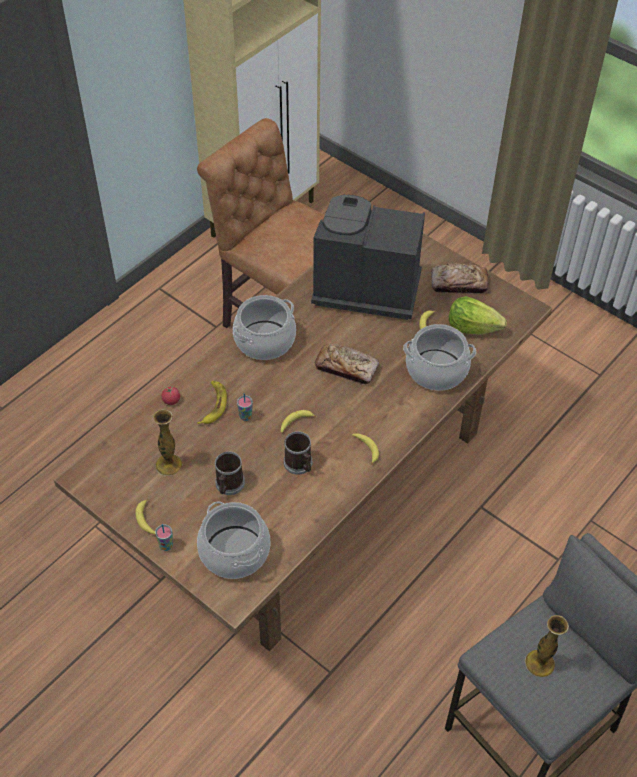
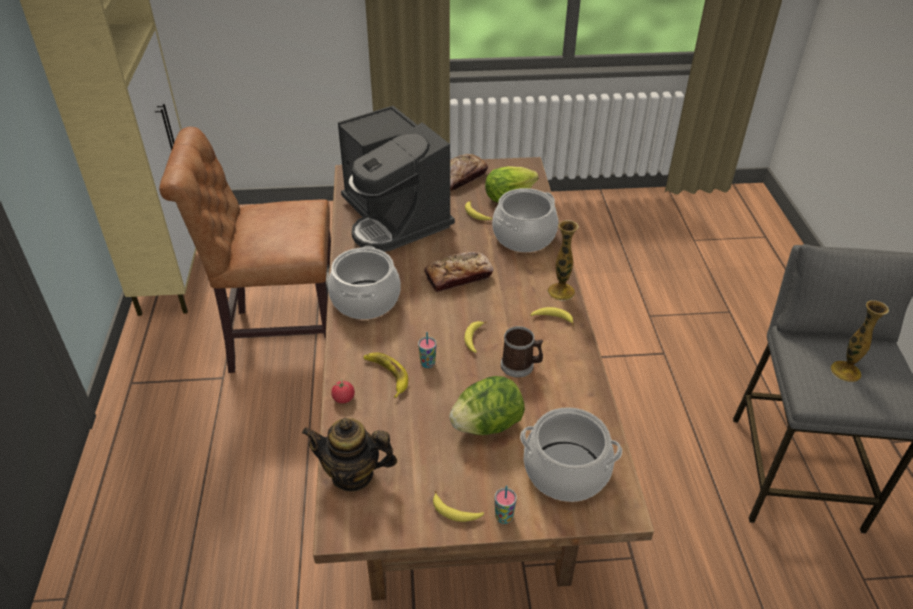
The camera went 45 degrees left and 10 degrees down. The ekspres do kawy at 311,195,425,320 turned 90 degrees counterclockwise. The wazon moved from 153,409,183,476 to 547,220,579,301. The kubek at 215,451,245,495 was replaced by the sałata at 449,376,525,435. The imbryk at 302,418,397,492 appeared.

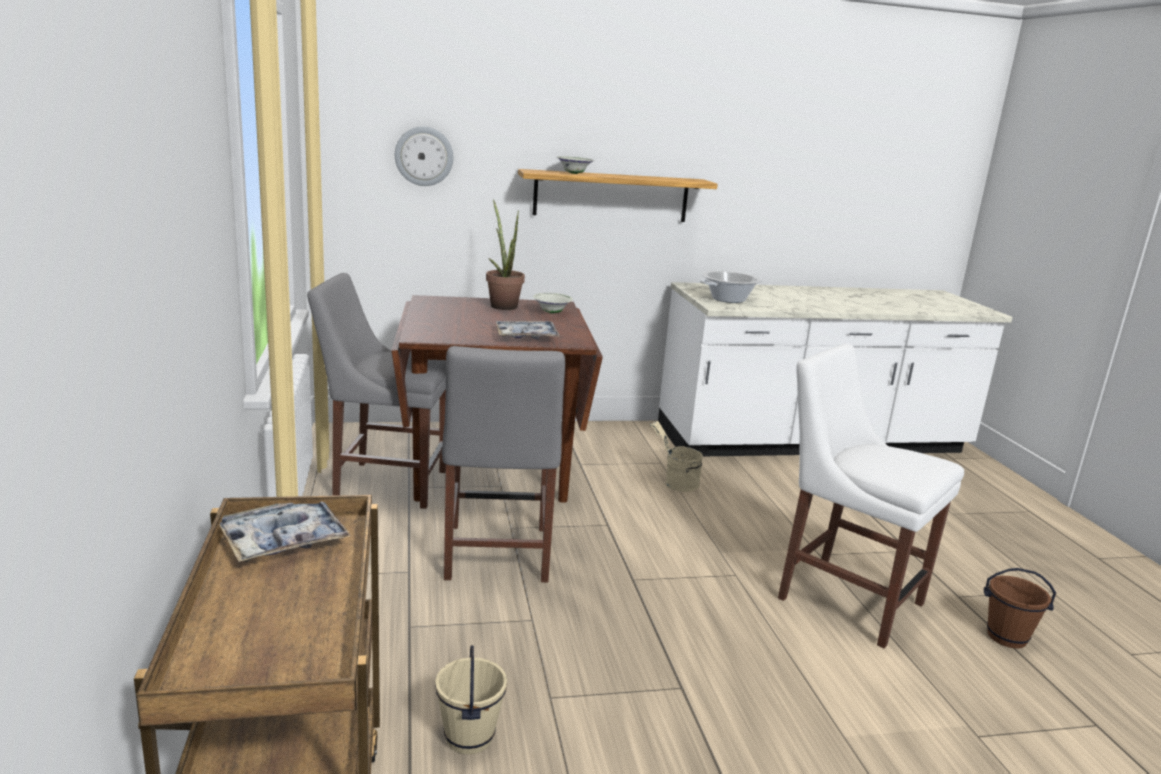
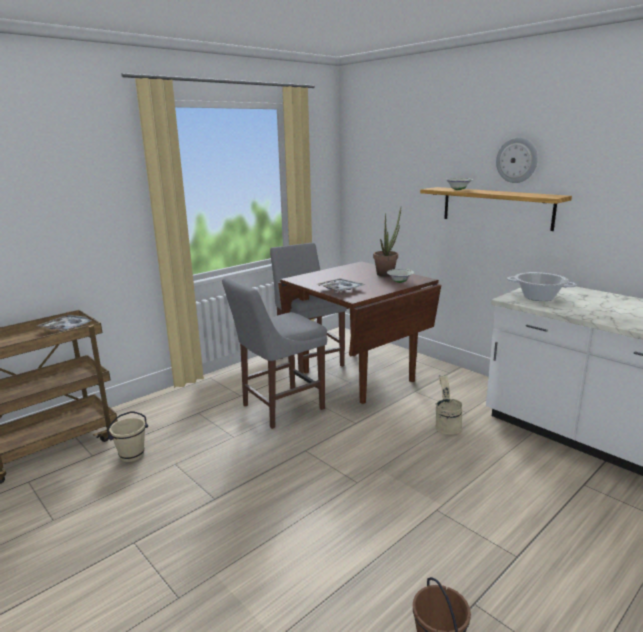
The camera went 60 degrees right and 0 degrees up. The zegar ścienny moved from 395,126,453,186 to 496,138,538,183. The krzesło/biały at 778,344,964,648 disappeared.

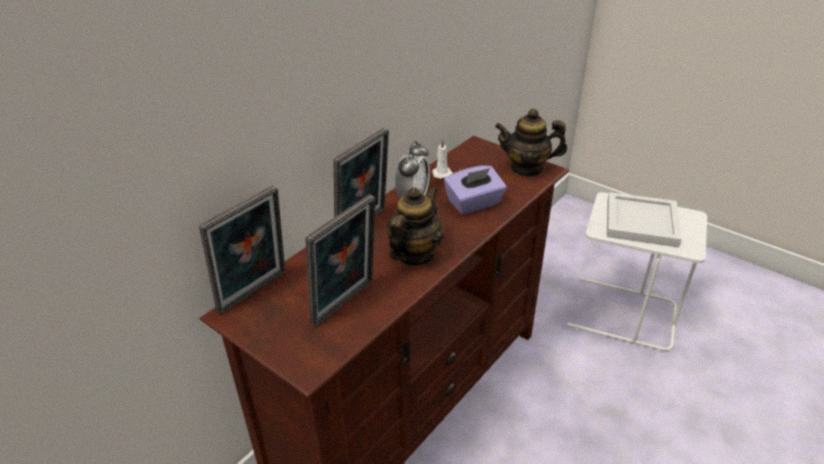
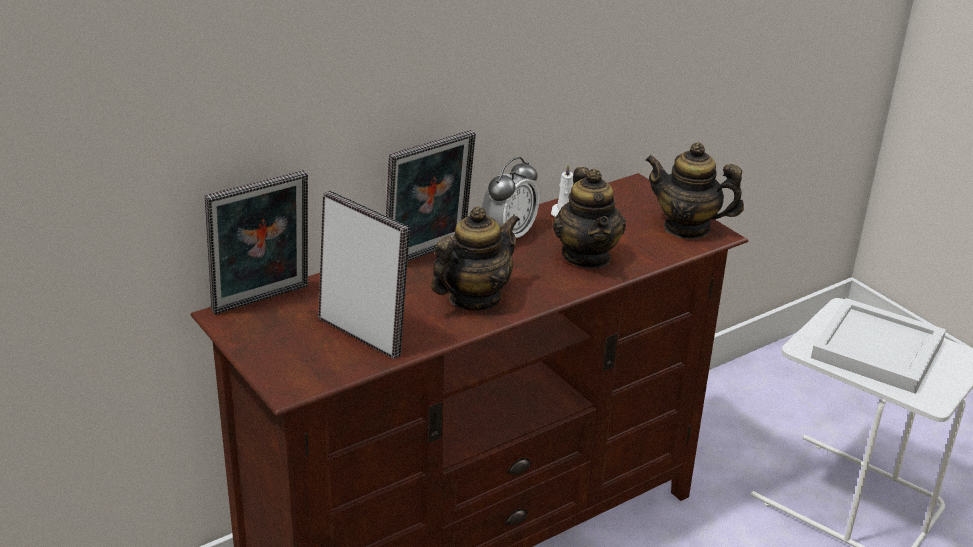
The camera went 15 degrees right and 5 degrees down. The pudełko chusteczek/fioletowy at 444,165,507,214 was replaced by the imbryk at 553,167,626,269. The ramka na zdjęcie at 305,194,376,327 turned 105 degrees counterclockwise.

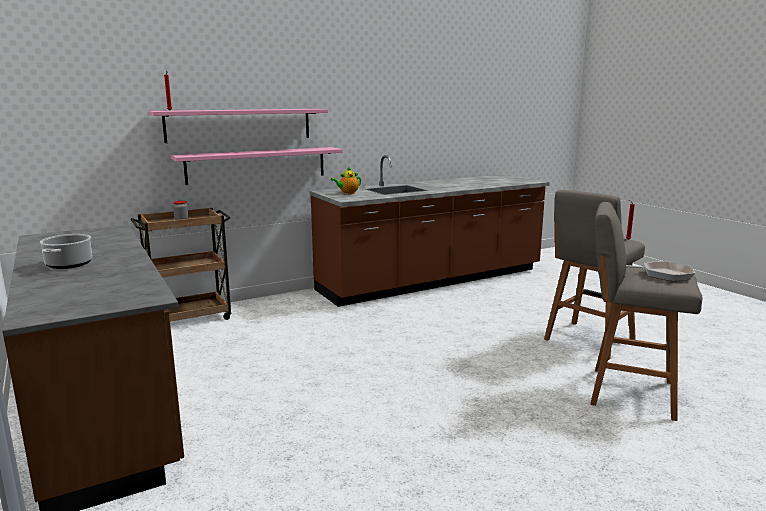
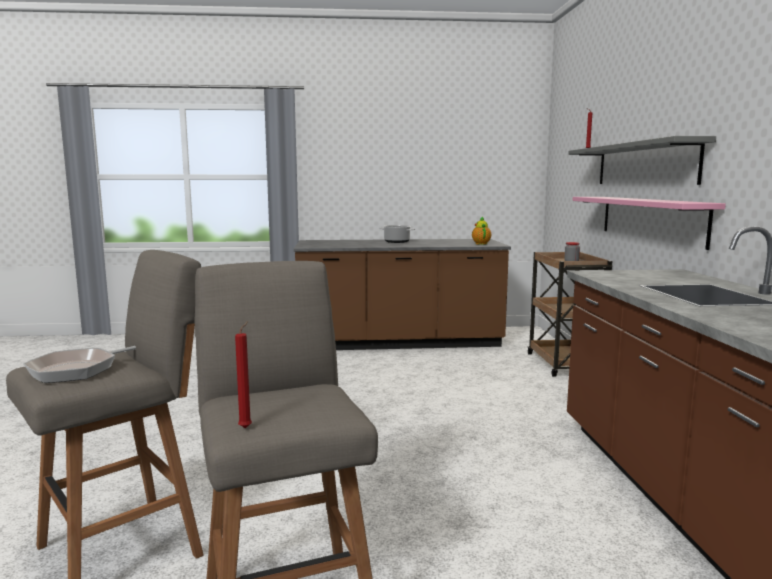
The camera went 115 degrees right and 5 degrees down. The półka/różowy at 149,109,328,143 became the półka/szary at 568,136,716,185. The imbryk moved from 331,166,361,194 to 472,217,491,245.

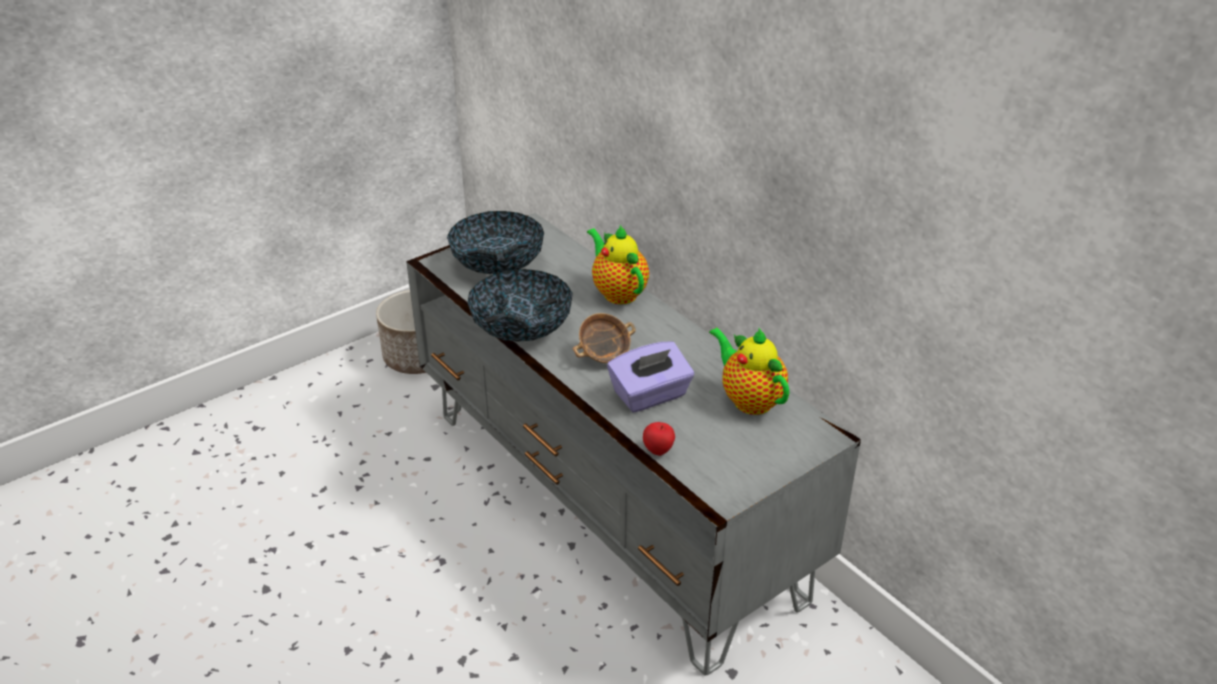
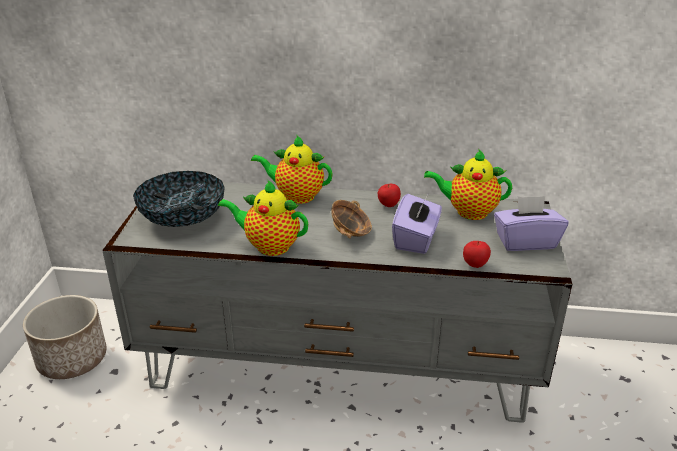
The camera went 45 degrees left and 5 degrees down. The miska at 467,269,573,342 was replaced by the imbryk at 218,180,308,256. The jabłko at 378,184,401,207 appeared. The pudełko chusteczek/fioletowy at 494,196,569,251 appeared.

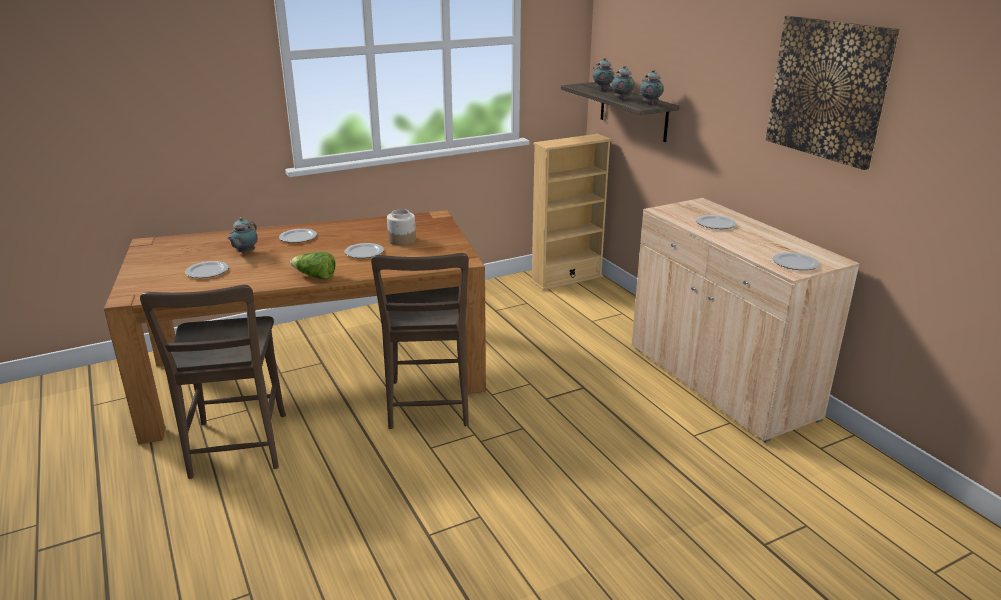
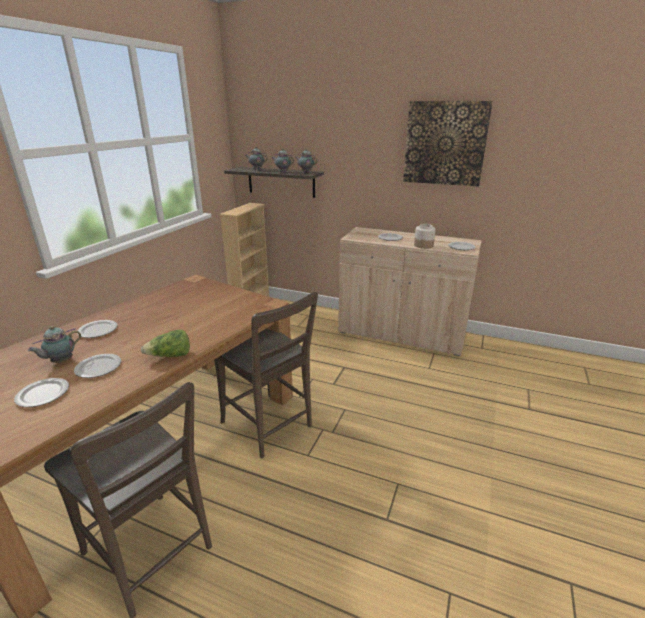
The camera went 40 degrees left and 0 degrees up. The słoik moved from 387,209,416,245 to 414,224,436,249. The imbryk at 227,217,258,254 turned 60 degrees clockwise. The talerz moved from 344,243,384,258 to 74,354,121,378.

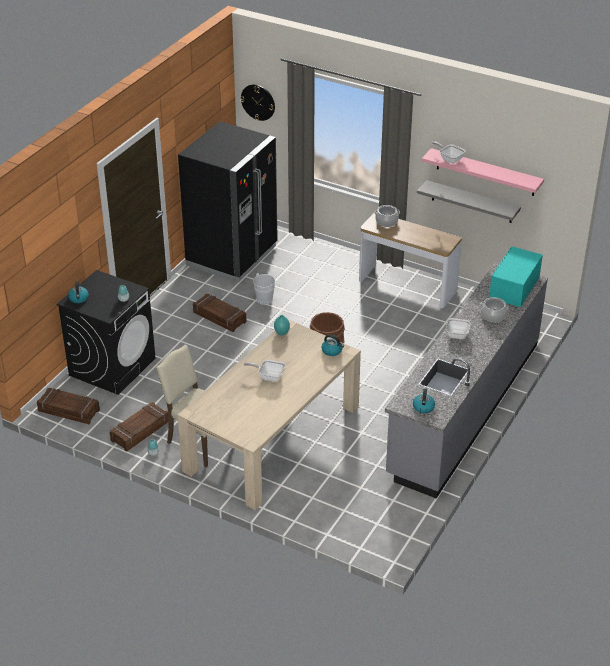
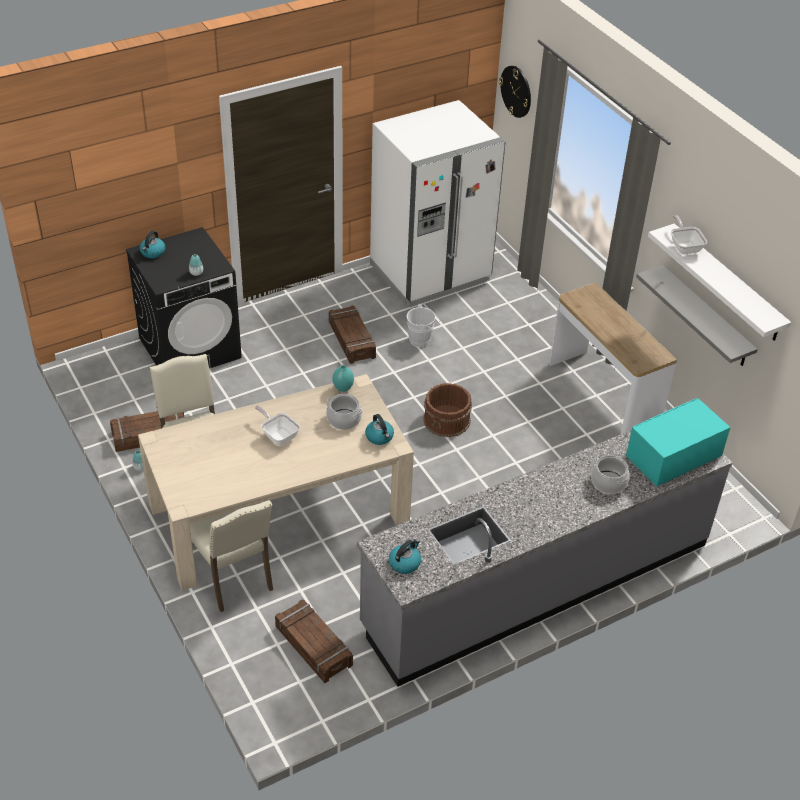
The camera went 30 degrees right and 5 degrees up. The lodówka/czarny at 178,121,278,282 became the lodówka/biały at 370,100,505,307. The półka/różowy at 421,148,544,196 became the półka/biały at 648,223,791,341. The garnek moved from 374,205,400,227 to 326,394,362,430. The patelnia at 446,309,470,339 disappeared. The skrzynka moved from 37,388,100,424 to 275,600,353,683. The krzesło/beżowy at 189,500,273,612 appeared.

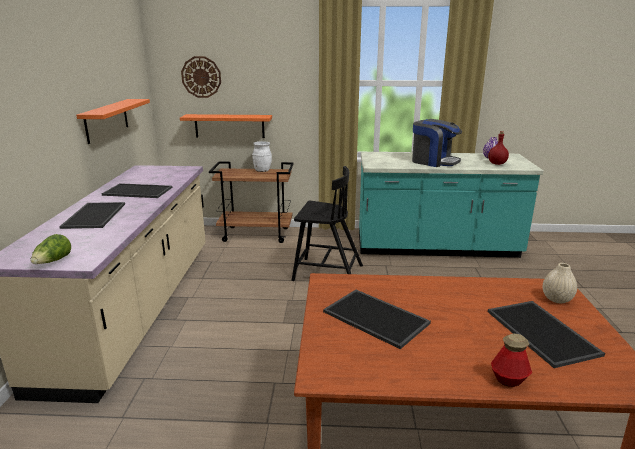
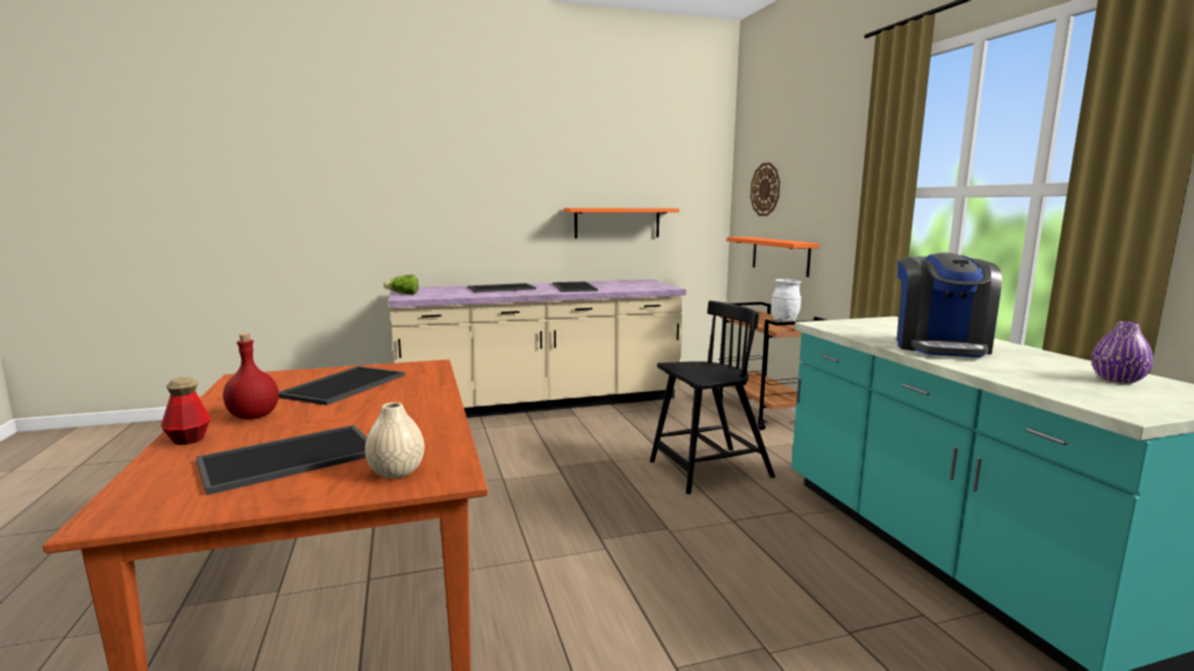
The camera went 70 degrees right and 10 degrees down. The butelka/czerwony moved from 488,131,509,165 to 223,334,279,419. The krzesło/czarny at 292,166,363,281 turned 105 degrees counterclockwise.

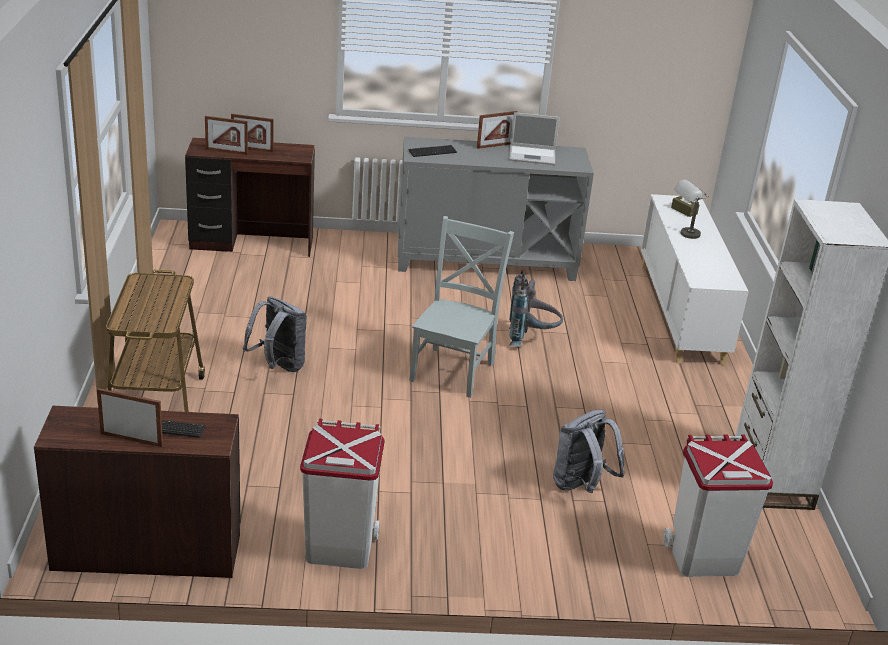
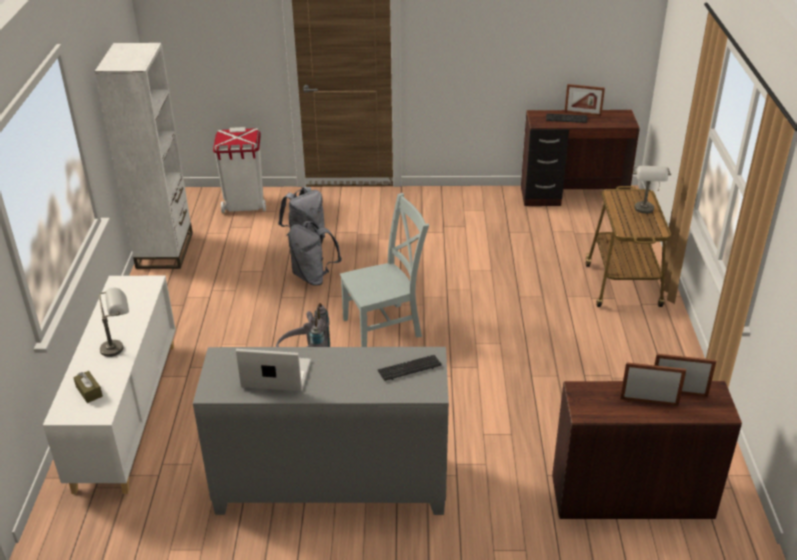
The camera went 175 degrees left and 5 degrees up. The ramka na zdjęcie at 477,111,518,149 disappeared. The krzesło/szary at 409,216,514,398 turned 135 degrees counterclockwise. The plecak/szary moved from 243,296,307,372 to 288,221,342,286. The kosz na śmieci/biały at 300,419,385,569 disappeared. The lampa stołowa/szary at 633,166,671,214 appeared.

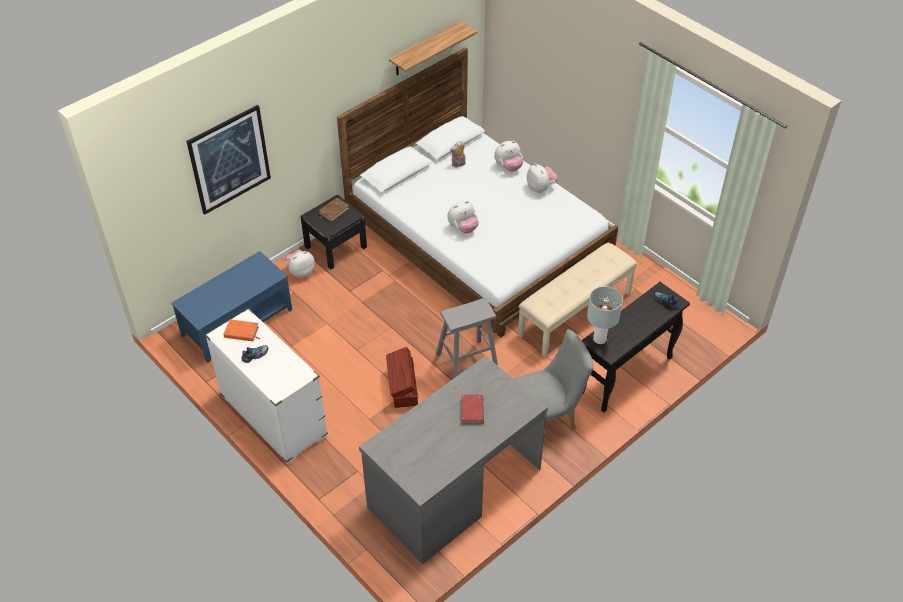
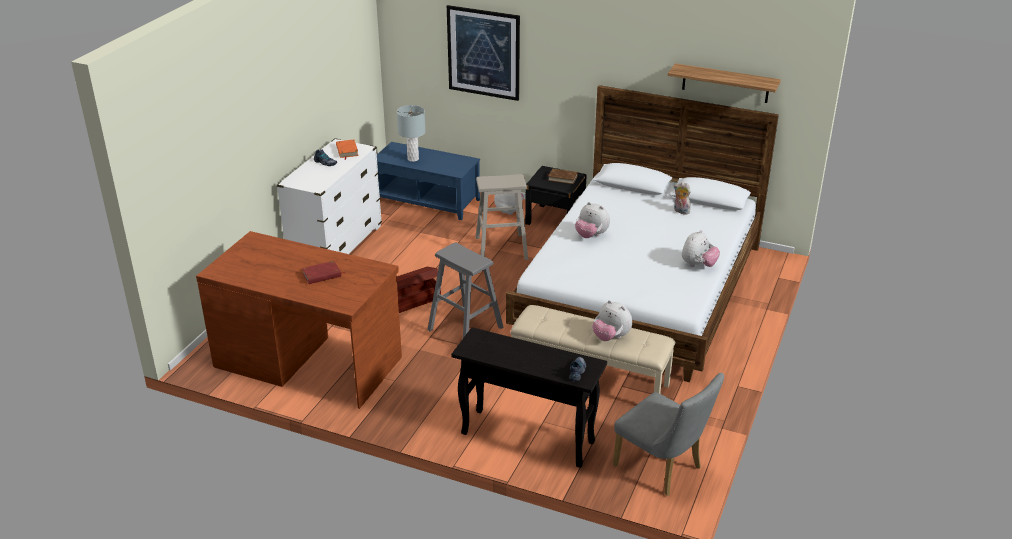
The camera went 65 degrees right and 15 degrees down. The pluszak moved from 494,141,523,172 to 592,300,632,341. The lampa stołowa/szary moved from 587,286,623,344 to 397,105,426,162. The krzesło/szary moved from 514,329,594,430 to 613,373,724,496. The biurko/szary at 359,356,548,564 became the biurko/brązowy at 196,231,402,409. The stołek/beżowy at 476,174,528,260 appeared.

